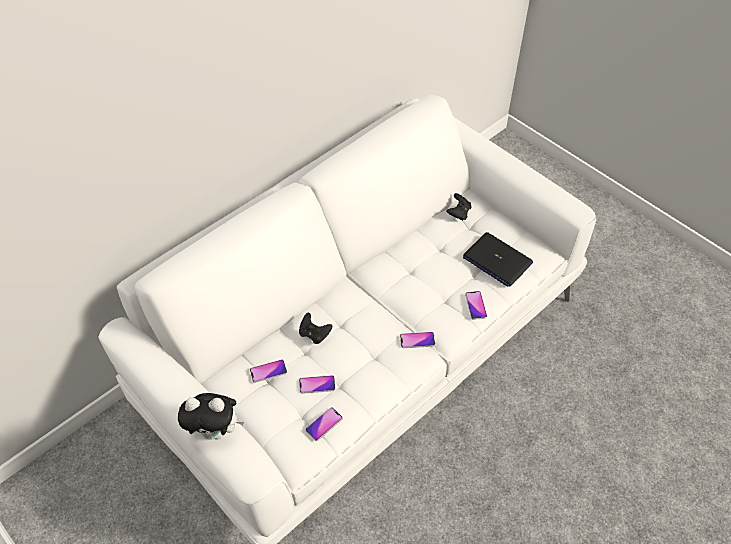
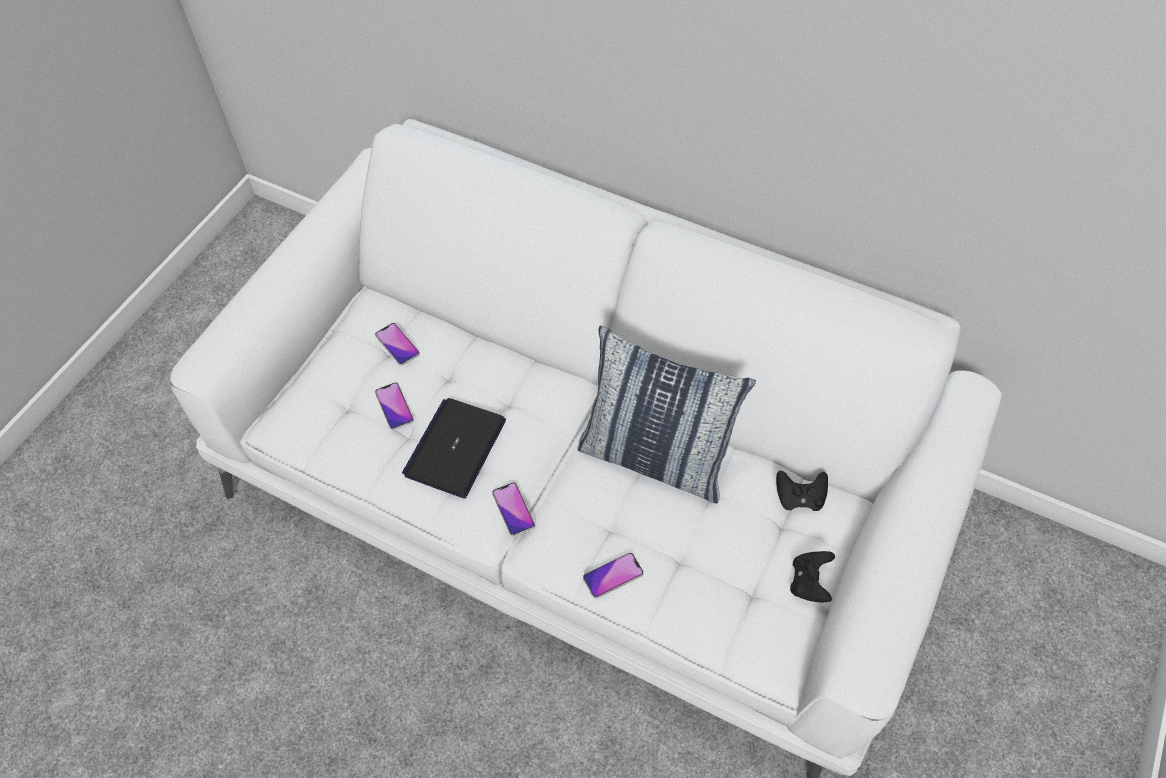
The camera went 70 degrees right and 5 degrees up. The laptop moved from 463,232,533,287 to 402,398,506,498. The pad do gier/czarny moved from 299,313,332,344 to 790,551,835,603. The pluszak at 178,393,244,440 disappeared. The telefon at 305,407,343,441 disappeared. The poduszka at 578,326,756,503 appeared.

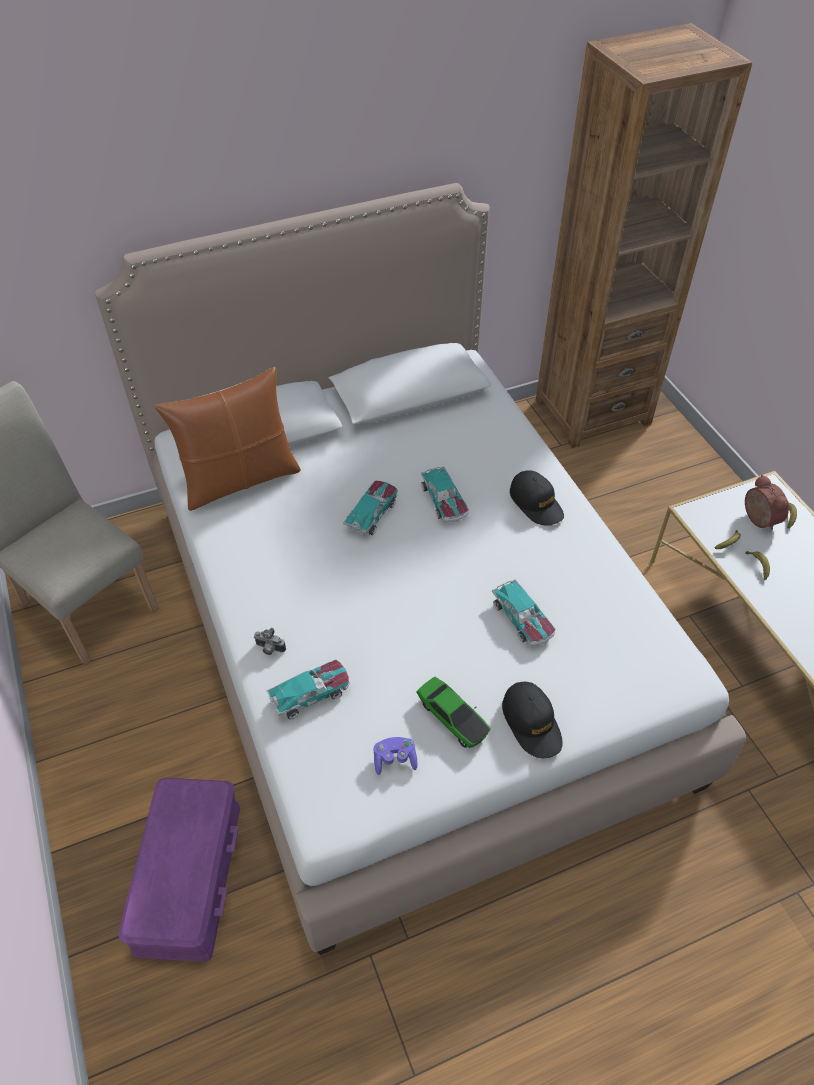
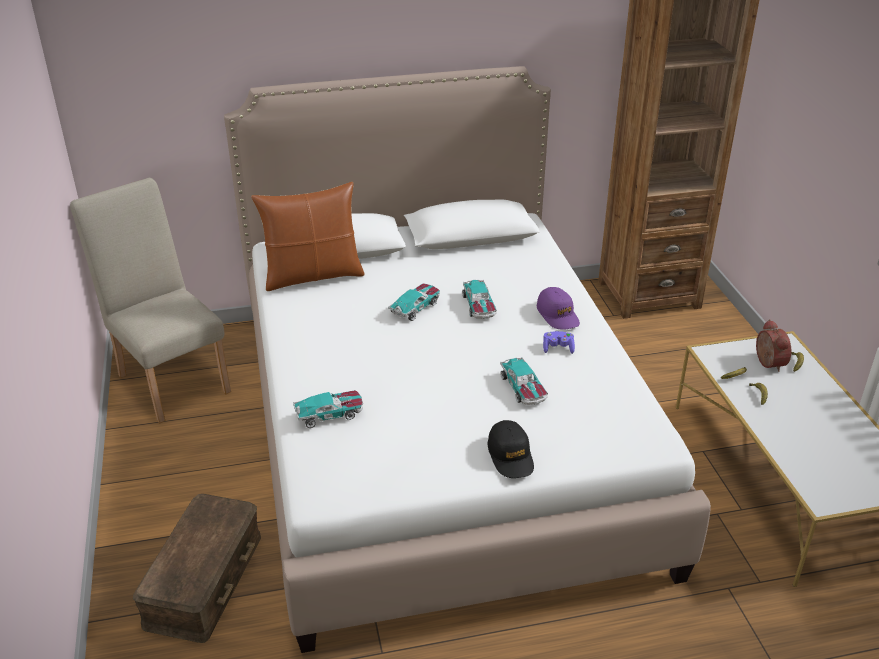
The camera went 10 degrees right and 15 degrees down. The czapka z daszkiem/czarny at 510,470,564,526 became the czapka z daszkiem/fioletowy at 537,287,580,330. The aparat fotograficzny at 254,628,286,655 disappeared. The samochodzik at 416,677,491,748 disappeared. The pad do gier/fioletowy moved from 374,737,418,775 to 543,331,575,354. The pojemnik do przechowywania/fioletowy at 118,778,240,962 became the pojemnik do przechowywania/brązowy at 133,494,261,643.

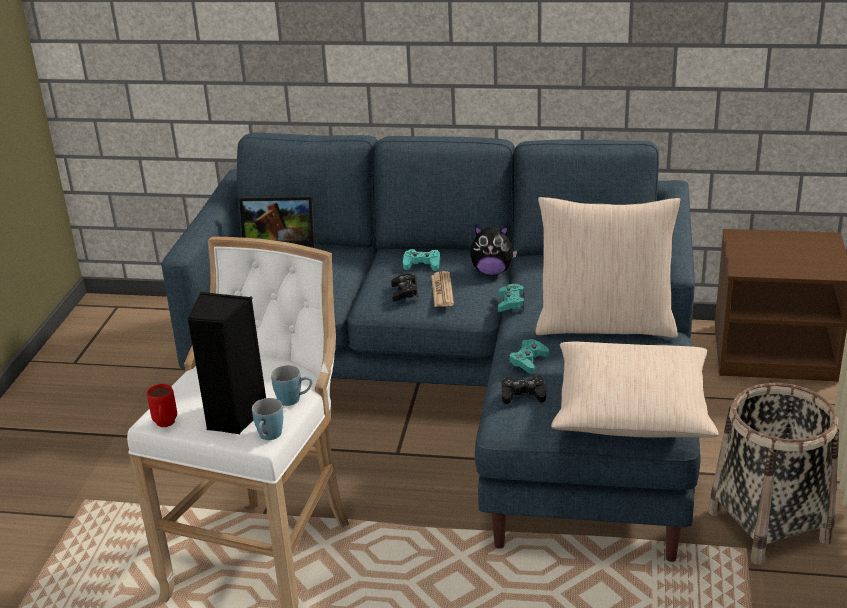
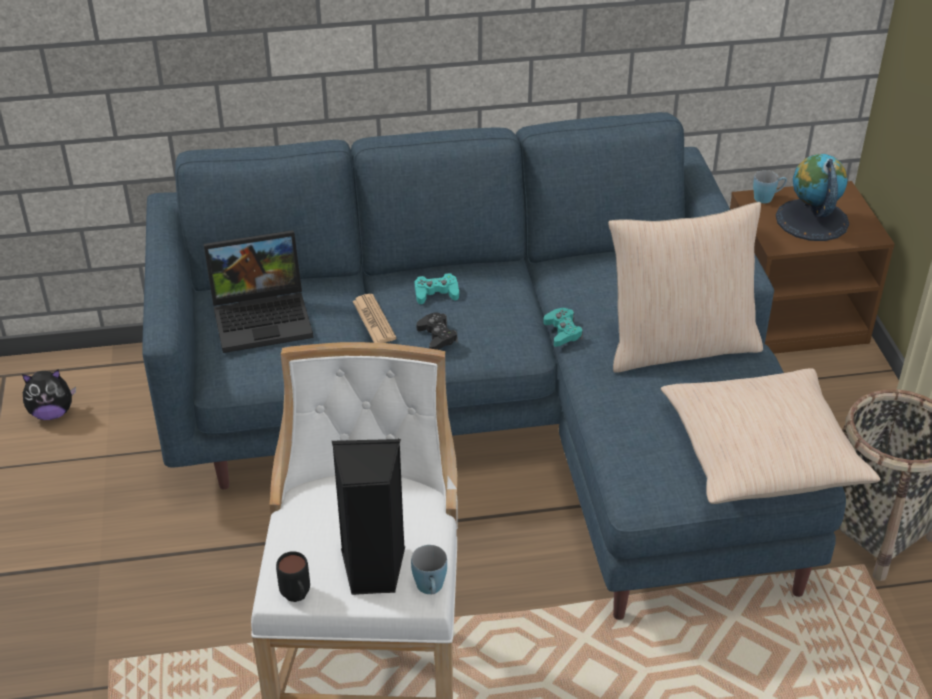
The camera went 20 degrees left and 10 degrees up. The pluszak moved from 470,225,517,275 to 22,369,76,420. The gazeta moved from 431,271,454,307 to 352,294,396,343. The pad do gier/turkusowy at 509,339,549,374 disappeared. The kubek/niebieski moved from 271,365,312,406 to 753,170,787,203. The pad do gier/czarny at 501,375,546,404 disappeared. The kubek/czerwony at 147,384,177,427 became the kubek/czarny at 276,551,310,602. The globus at 776,154,849,241 appeared.

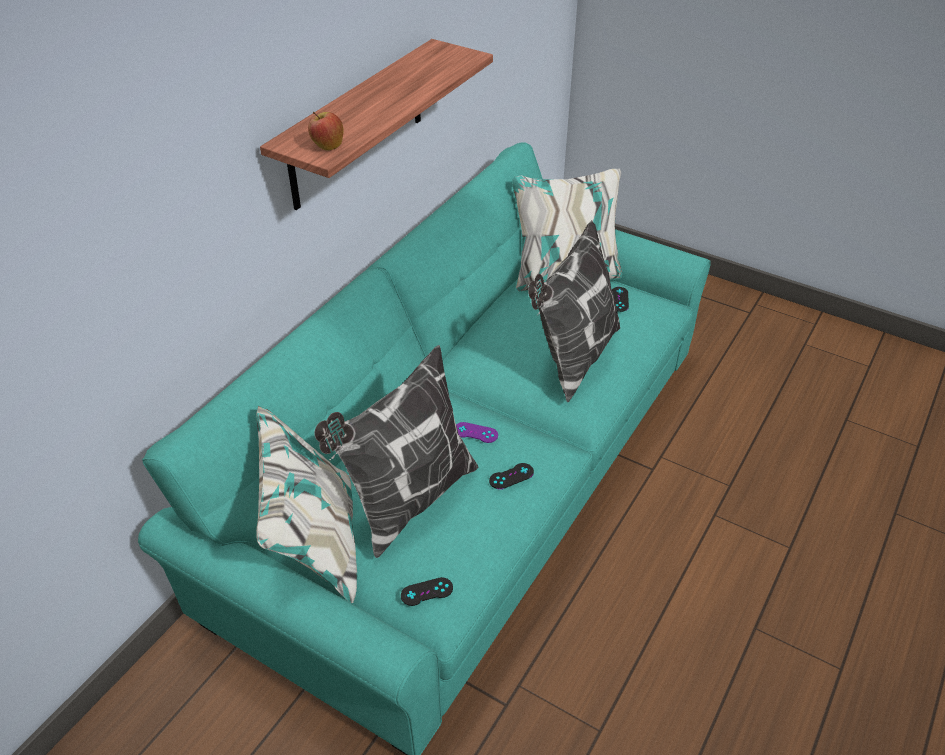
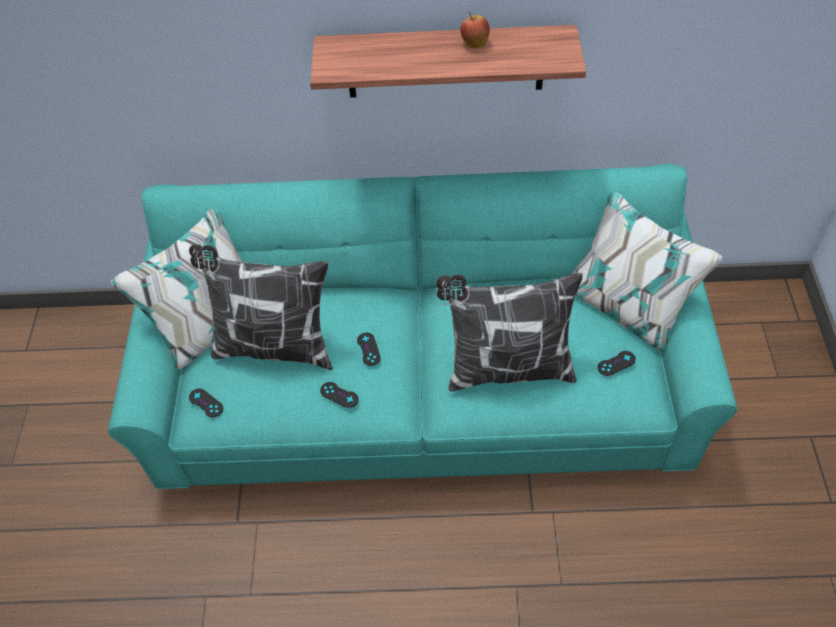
The camera went 60 degrees right and 10 degrees up. The jabłko moved from 308,111,344,151 to 460,11,490,48. The pad do gier/fioletowy at 456,422,498,443 became the pad do gier/czarny at 357,333,381,366.

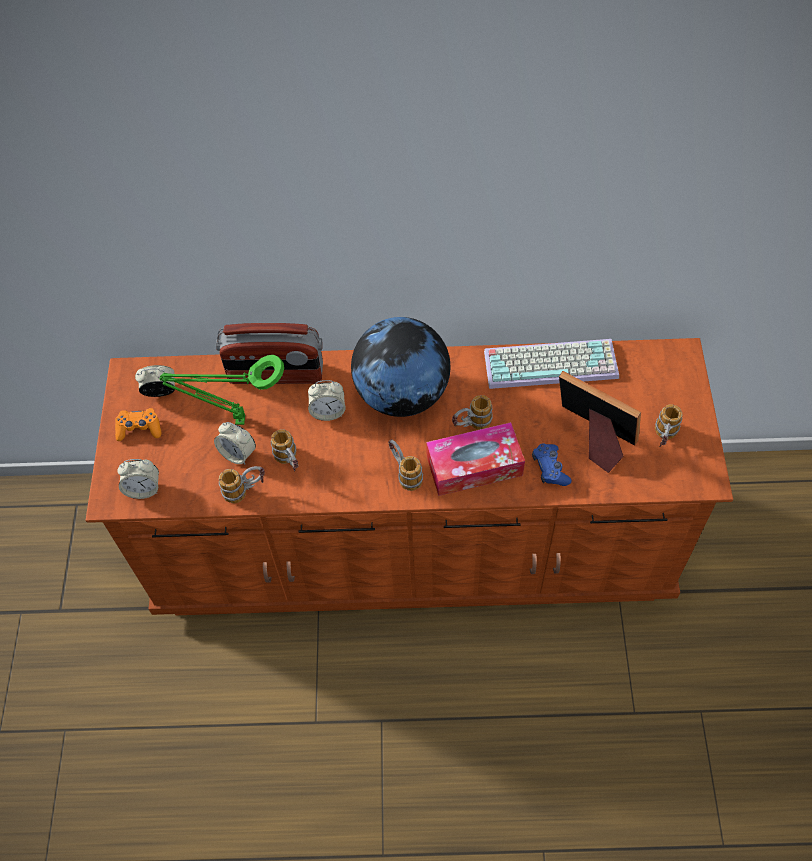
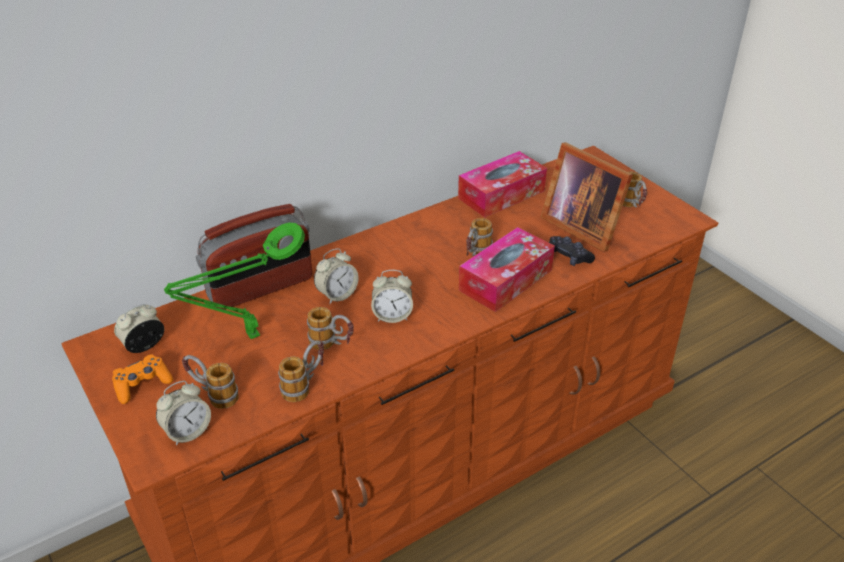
The camera went 35 degrees left and 20 degrees down. The globus at 351,317,450,417 disappeared. The klawiatura at 484,339,619,389 was replaced by the pudełko chusteczek at 458,151,547,217. The ramka na zdjęcie at 559,371,641,473 turned 135 degrees counterclockwise. The budzik moved from 214,422,256,464 to 371,270,413,323. The kubek moved from 388,439,423,491 to 182,355,239,409. The pad do gier/niebieski at 532,443,572,486 became the pad do gier/czarny at 549,236,595,266.

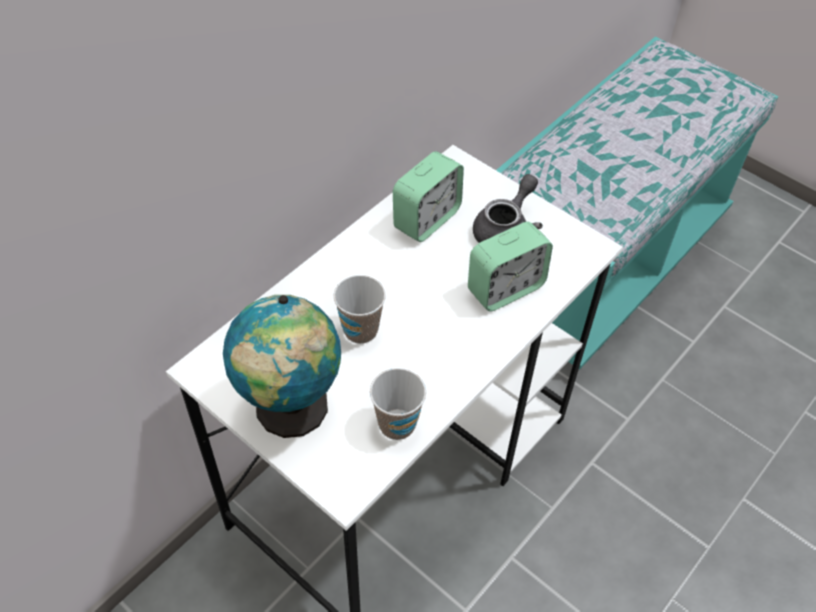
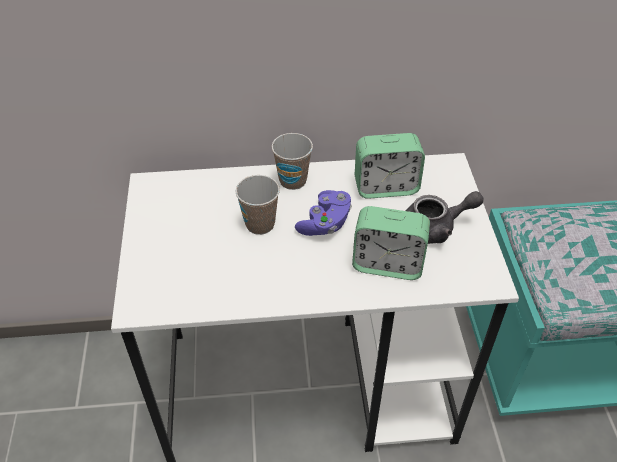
The camera went 45 degrees right and 5 degrees down. The globus at 223,295,341,438 disappeared. The filiżanka moved from 370,368,426,440 to 272,133,313,190. The pad do gier/fioletowy at 295,190,352,236 appeared.

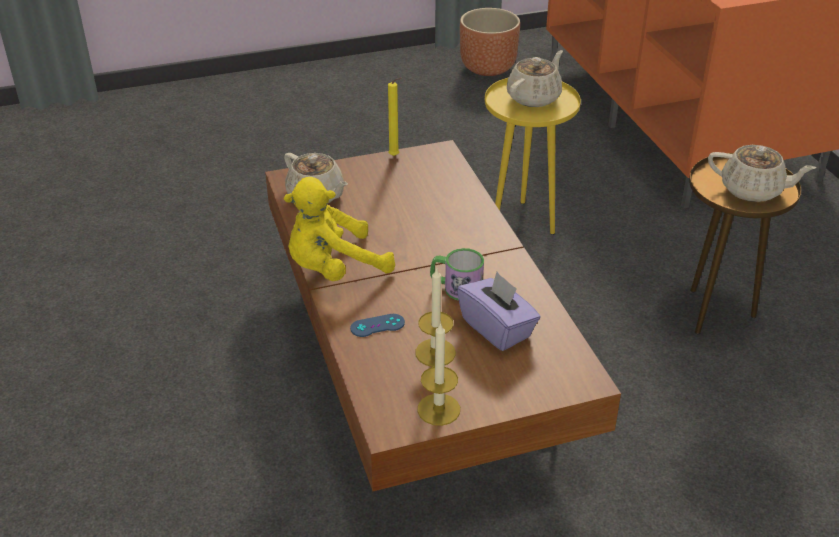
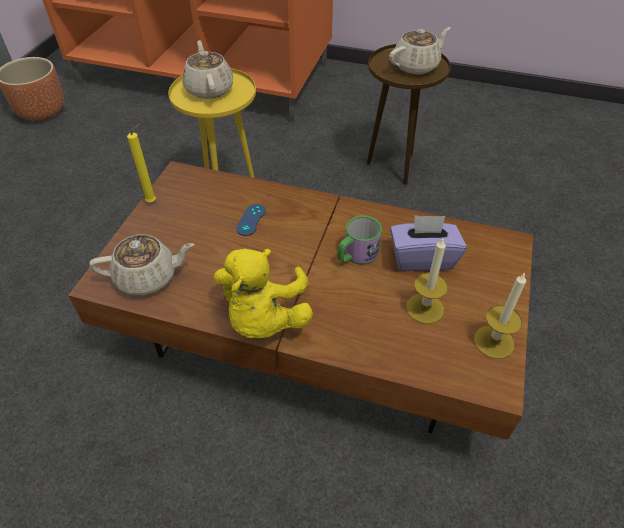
The camera went 55 degrees left and 10 degrees up. The pad do gier/niebieski moved from 350,314,405,337 to 236,204,266,236.

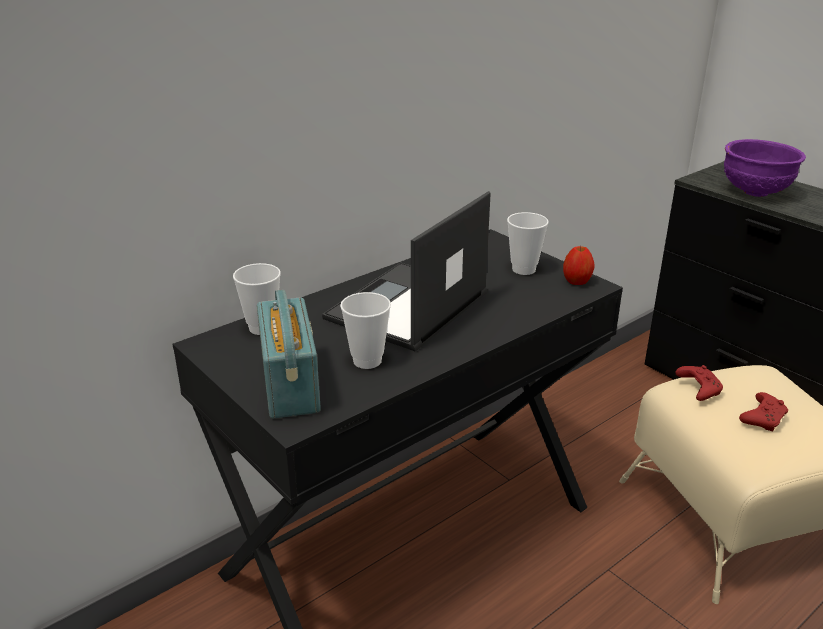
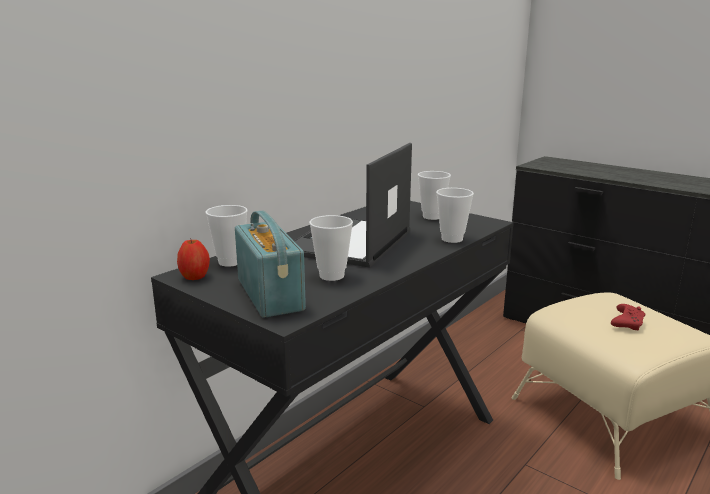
The camera went 10 degrees left and 10 degrees down. The miska/fioletowy at 724,139,806,197 disappeared. The jabłko moved from 563,246,594,285 to 177,240,210,280. The pad do gier/czerwony at 675,365,723,401 disappeared. The filiżanka at 436,188,474,243 appeared.

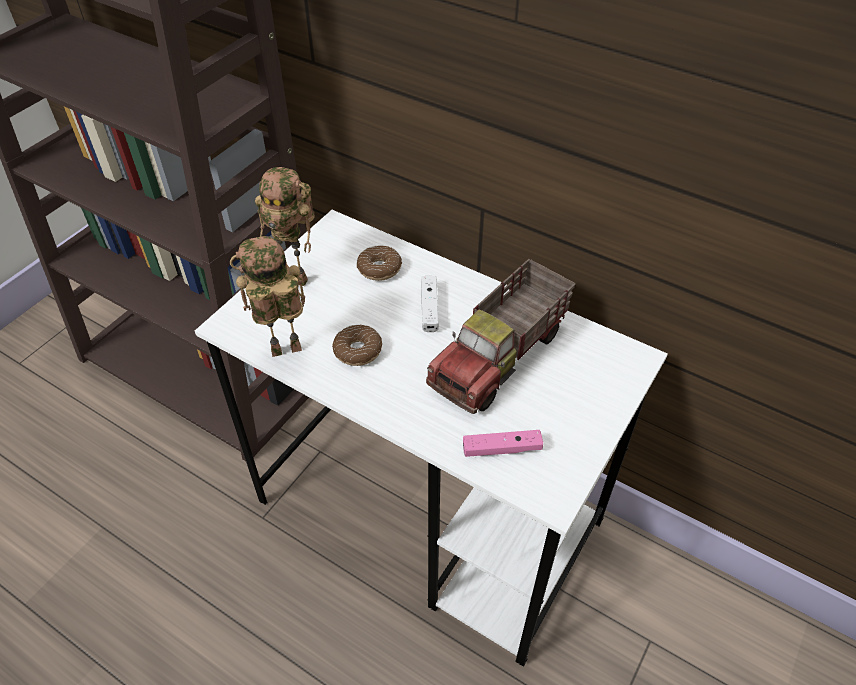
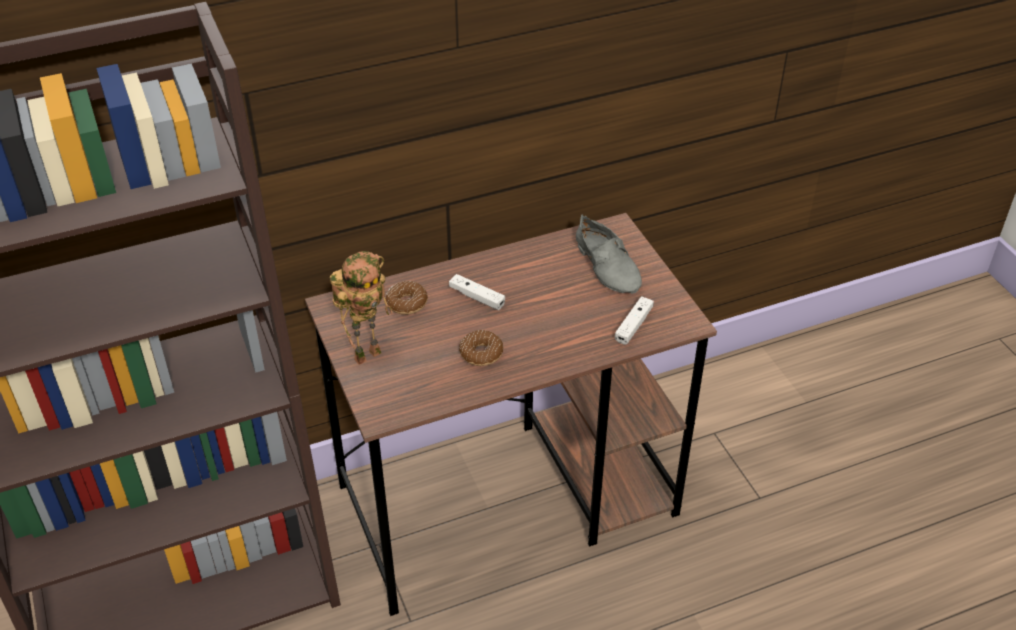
The camera went 55 degrees left and 5 degrees down. The biurko/biały at 195,210,668,667 became the biurko/brązowy at 305,213,717,616. The robot zabawkowy at 230,236,305,357 disappeared. The ciężarówka zabawkowa at 426,259,575,414 disappeared. The pad do gier/różowy at 463,430,543,457 became the pad do gier/biały at 615,296,654,345. The but/szary at 576,214,642,294 appeared.

